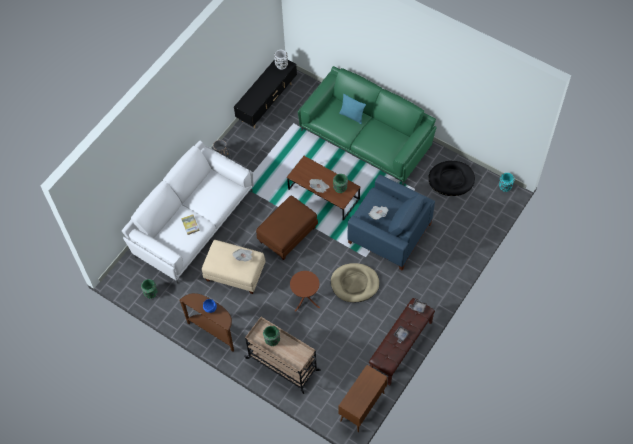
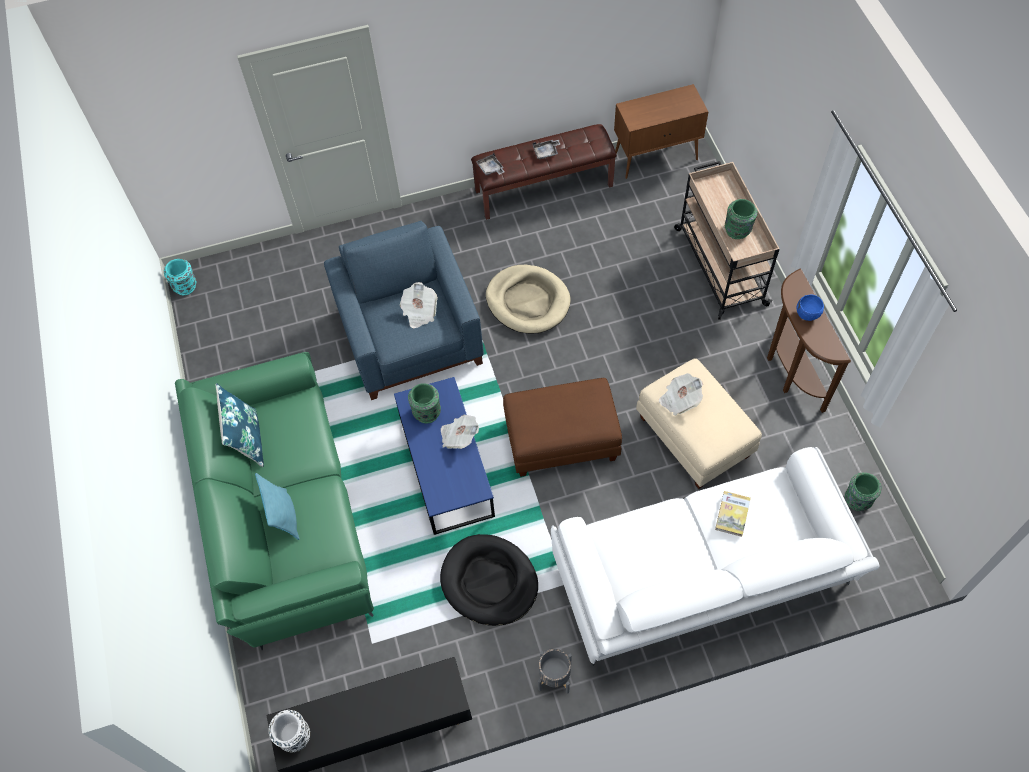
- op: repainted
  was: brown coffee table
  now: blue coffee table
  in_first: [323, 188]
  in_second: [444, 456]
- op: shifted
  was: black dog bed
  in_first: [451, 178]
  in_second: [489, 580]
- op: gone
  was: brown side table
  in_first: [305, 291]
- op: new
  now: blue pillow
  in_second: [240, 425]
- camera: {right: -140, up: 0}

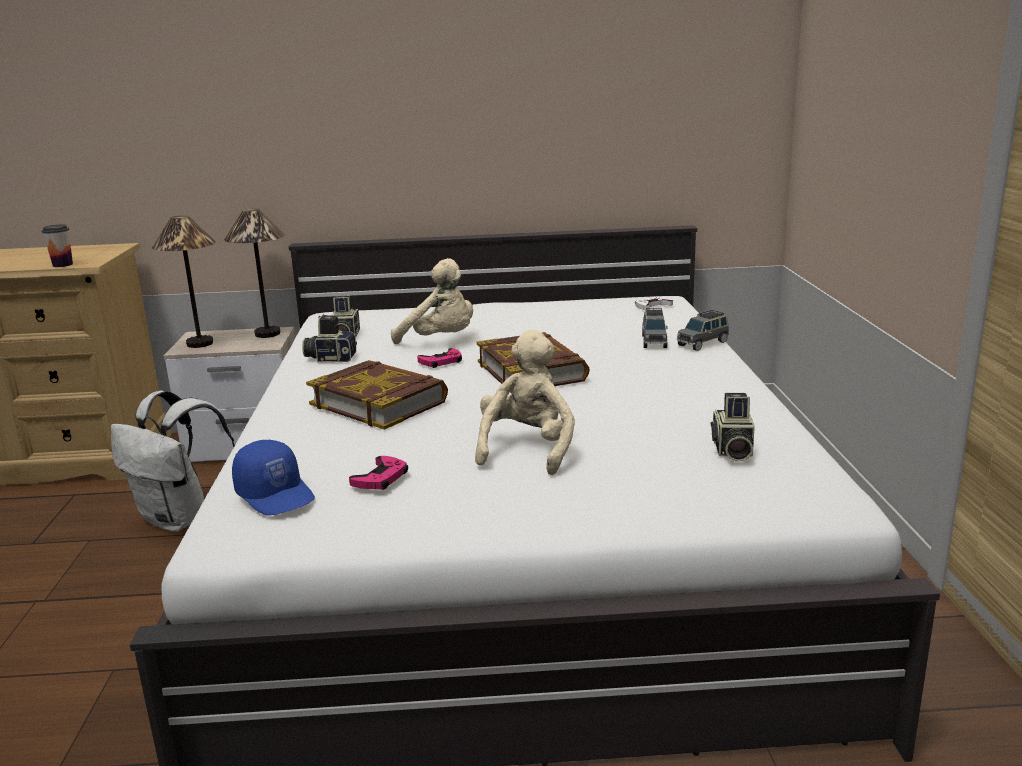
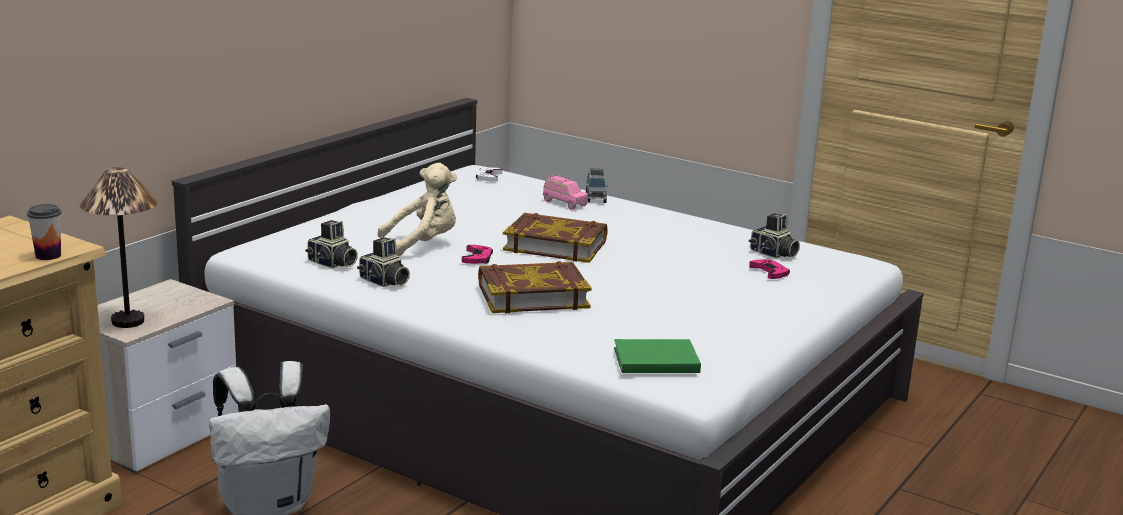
- op: gone
  was: table lamp
  in_first: [254, 273]
- op: repainted
  was: grey toy car
  now: pink toy car
  in_first: [655, 328]
  in_second: [565, 192]
- op: rotated
  was: photo camera
  in_first: [329, 338]
  in_second: [383, 262]
  clockwise: -90
- op: gone
  was: beige plush toy
  in_first: [525, 402]
- op: swapped
  was: blue cap
  now: green book
  in_first: [273, 477]
  in_second: [657, 356]
- op: shifted
  was: pink game controller
  in_first: [378, 473]
  in_second: [769, 269]
- camera: {right: -55, up: 0}

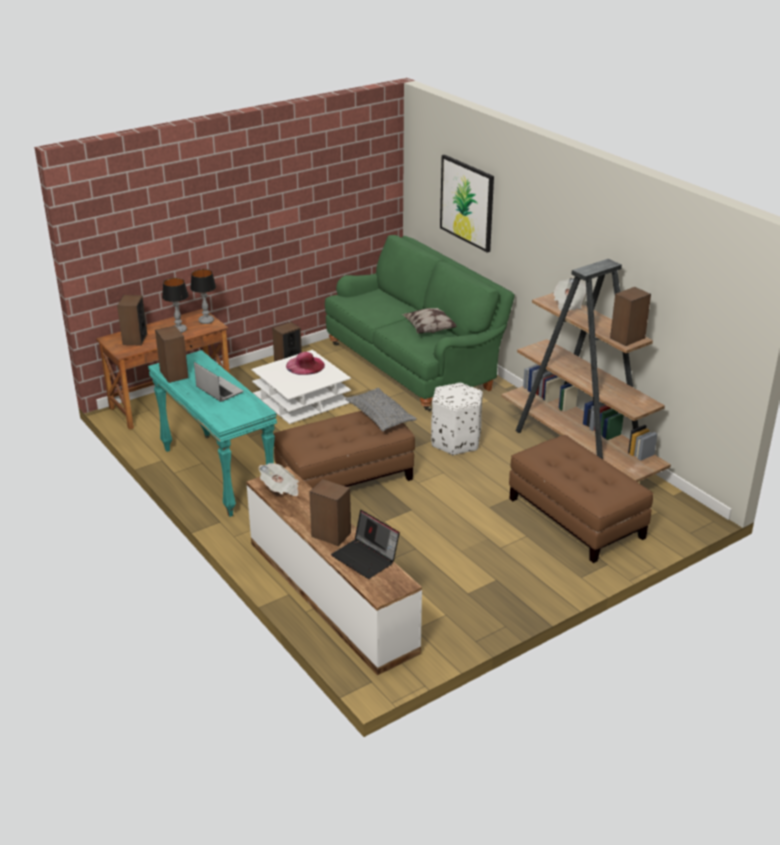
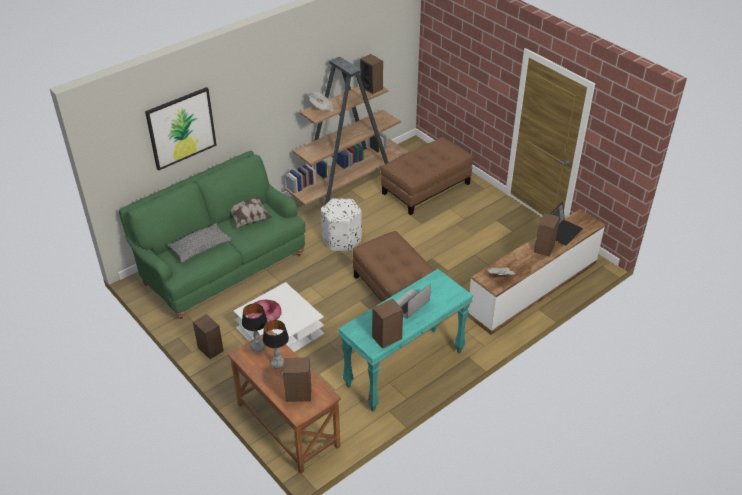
- op: shifted
  was: grey pillow
  in_first: [381, 409]
  in_second: [199, 243]
- camera: {right: -95, up: 10}

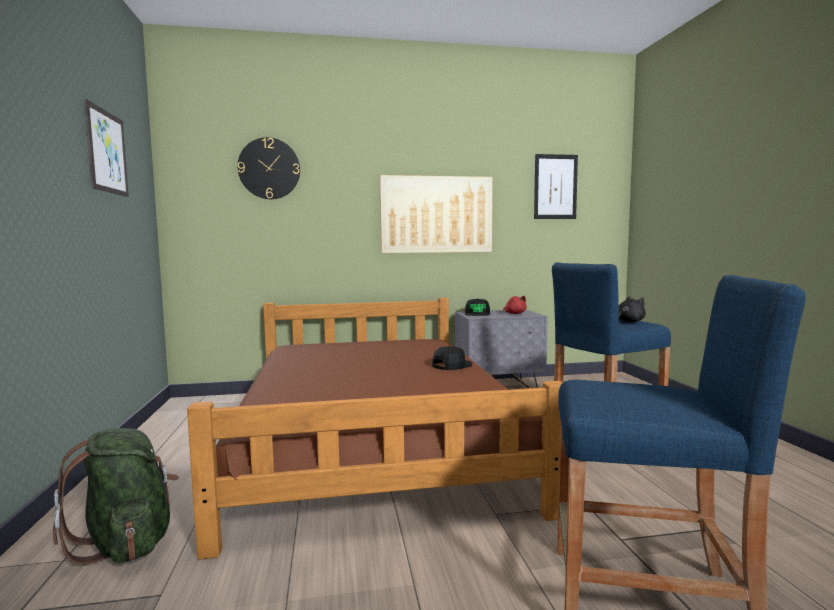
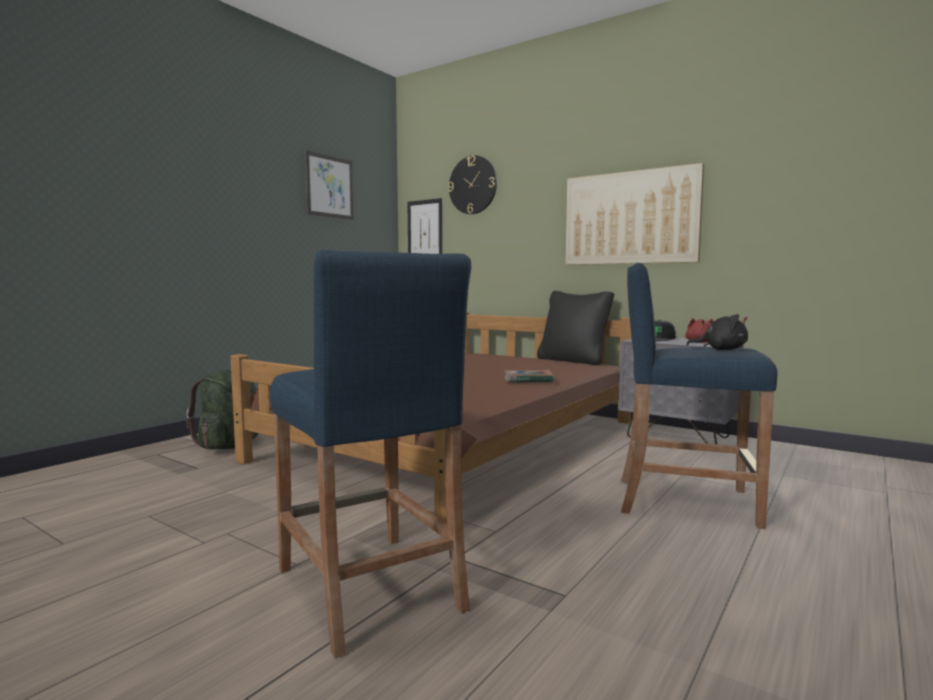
- op: shifted
  was: picture
  in_first: [556, 186]
  in_second: [424, 226]
- op: swapped
  was: black cap
  now: book
  in_first: [452, 358]
  in_second: [529, 376]
- op: new
  now: black pillow
  in_second: [575, 328]
- camera: {right: 45, up: 0}

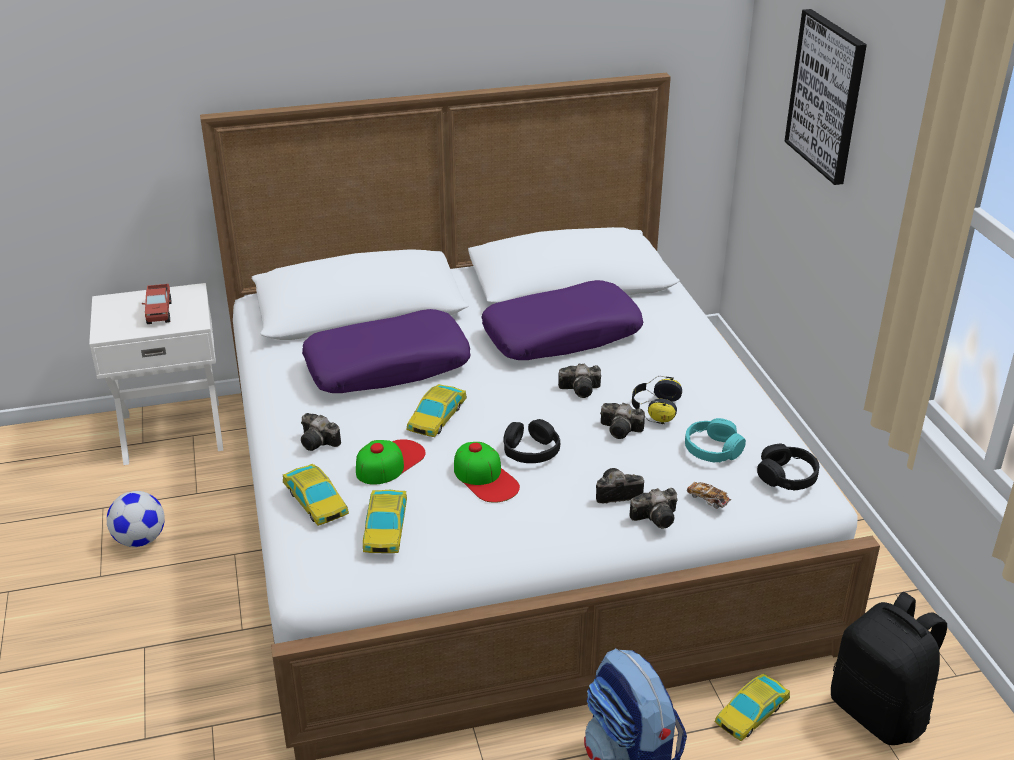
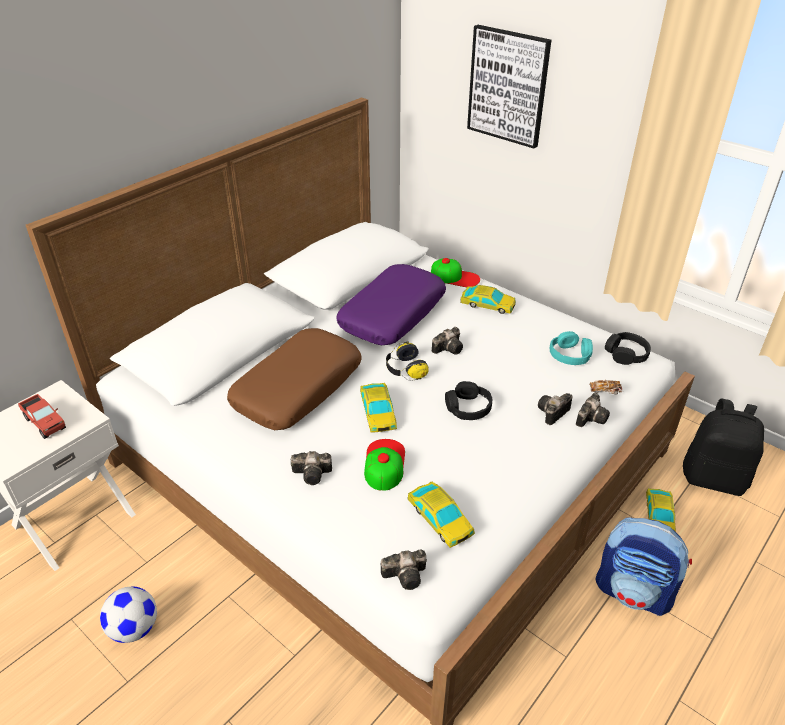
- op: repainted
  was: purple pillow
  now: brown pillow
  in_first: [386, 351]
  in_second: [294, 379]
- op: shifted
  was: headphones
  in_first: [657, 400]
  in_second: [407, 361]
- op: shifted
  was: photo camera
  in_first: [622, 421]
  in_second: [404, 569]
- op: shifted
  was: cap
  in_first: [487, 472]
  in_second: [455, 272]
- op: shifted
  was: toy car
  in_first: [316, 495]
  in_second: [488, 299]
- camera: {right: -35, up: 5}

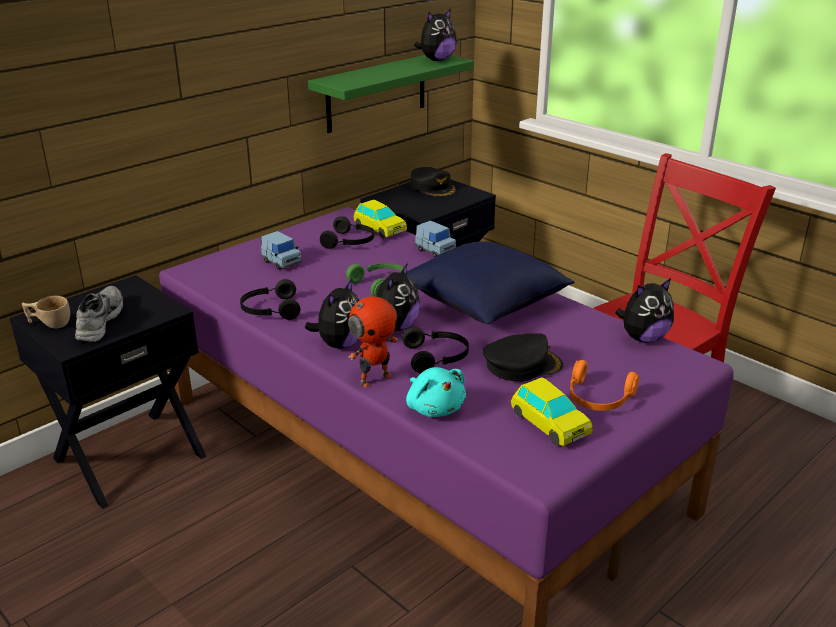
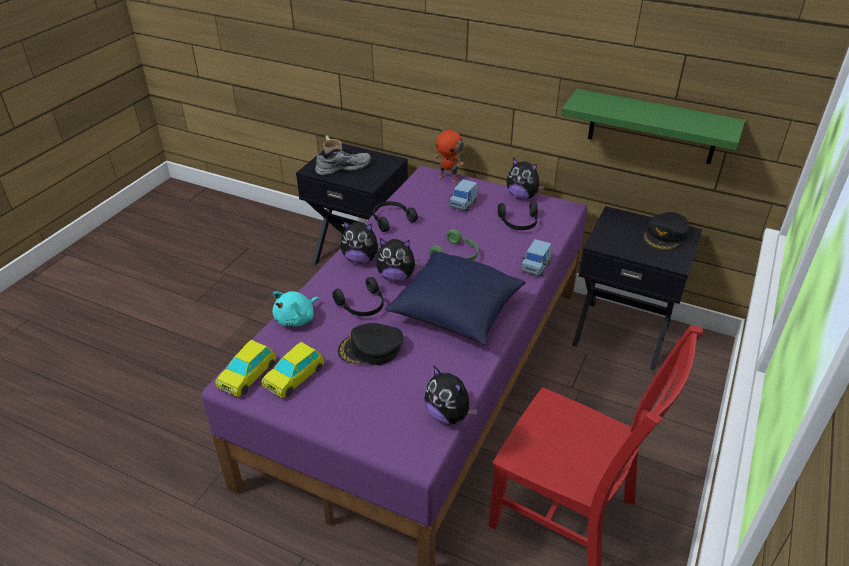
- op: shifted
  was: plush toy
  in_first: [435, 34]
  in_second: [525, 179]
- op: shifted
  was: toy car
  in_first: [380, 219]
  in_second: [245, 368]
- op: shifted
  was: toy robot
  in_first: [373, 342]
  in_second: [449, 153]
- op: rotated
  was: black cap
  in_first: [523, 357]
  in_second: [370, 344]
  clockwise: 120
- op: gone
  was: orange headphones
  in_first: [604, 385]
- camera: {right: 70, up: 10}

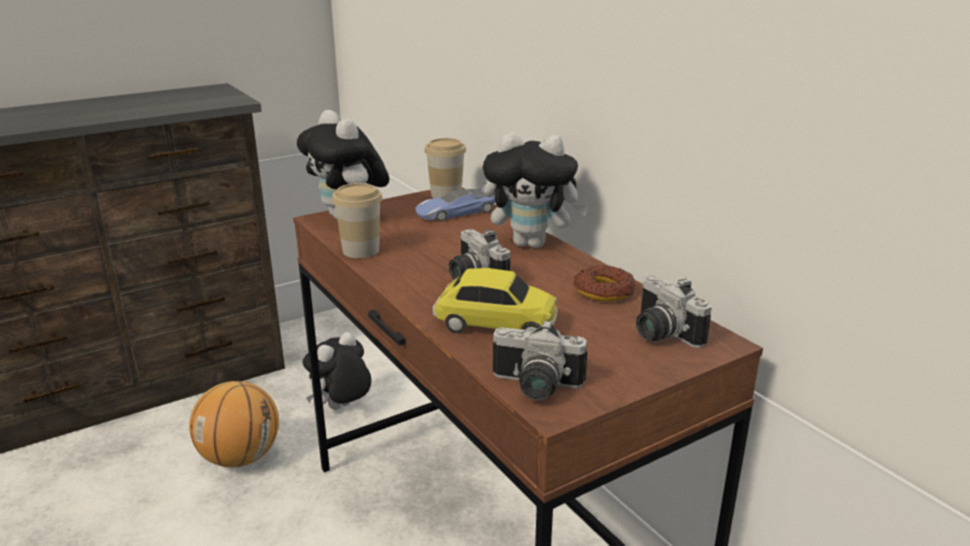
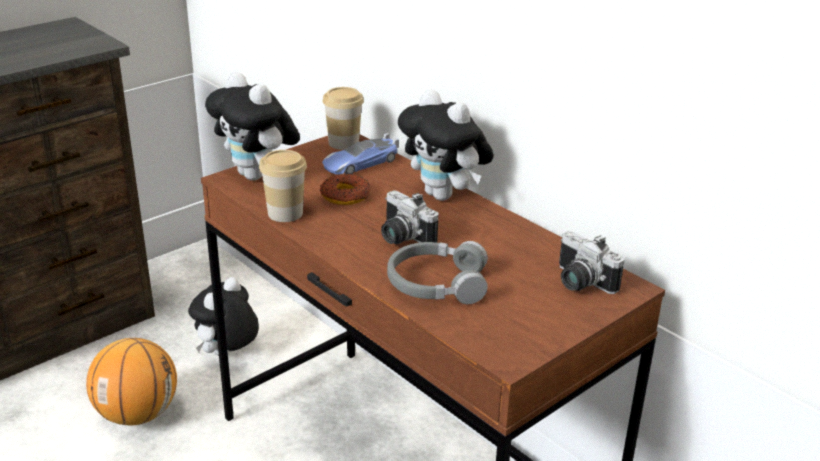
- op: rotated
  was: plush toy
  in_first: [536, 190]
  in_second: [446, 145]
  clockwise: 45
- op: shifted
  was: donut
  in_first: [604, 283]
  in_second: [345, 189]
- op: swapped
  was: toy car
  now: grey headphones
  in_first: [495, 300]
  in_second: [437, 272]
- op: gone
  was: photo camera
  in_first: [540, 360]
- camera: {right: -10, up: 5}

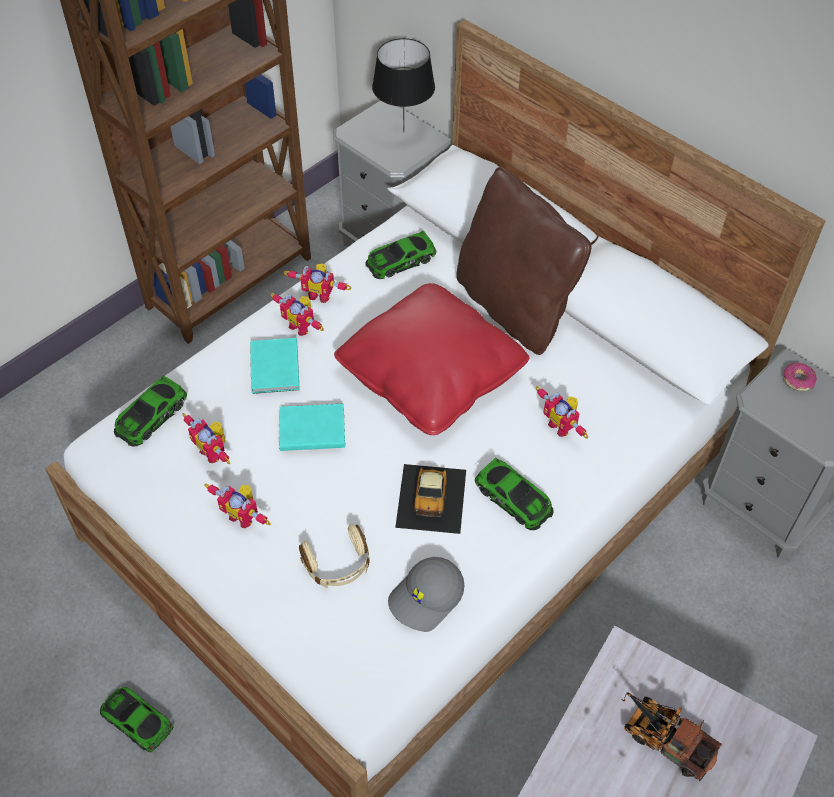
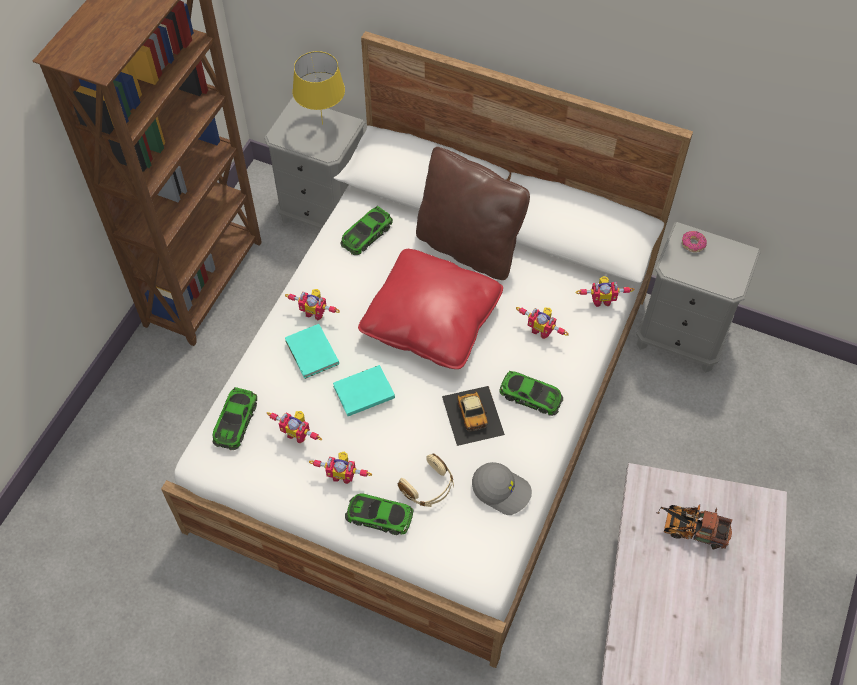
- op: repainted
  was: black table lamp
  now: yellow table lamp
  in_first: [403, 85]
  in_second: [318, 88]
- op: shifted
  was: toy robot
  in_first: [317, 283]
  in_second: [605, 291]
- op: rotated
  was: grey cap
  in_first: [426, 594]
  in_second: [502, 488]
  clockwise: -90
- op: shifted
  was: toy car
  in_first: [137, 719]
  in_second: [379, 514]
- camera: {right: -20, up: 5}

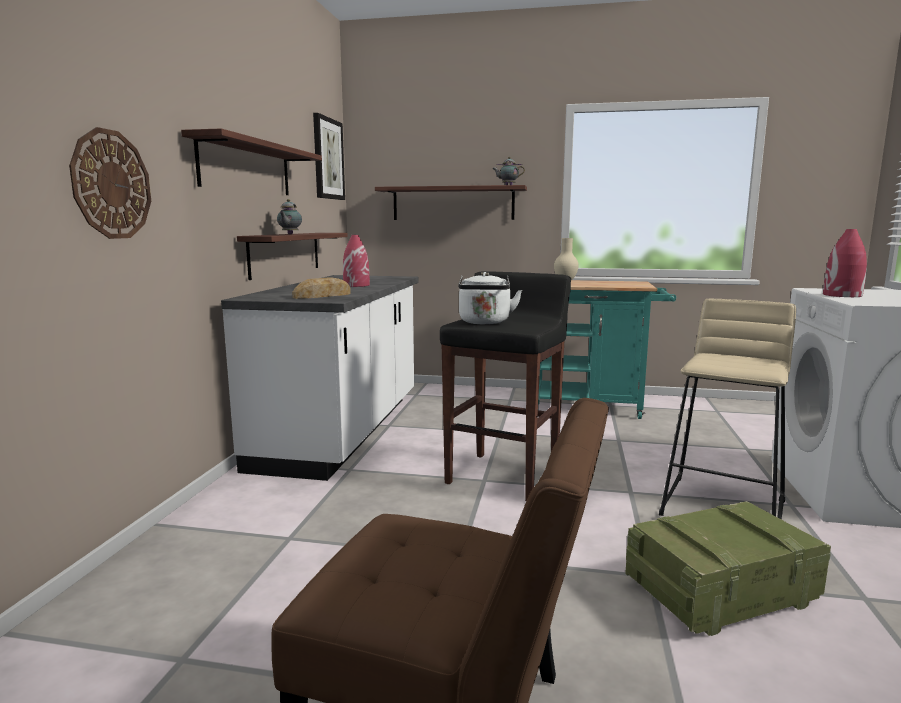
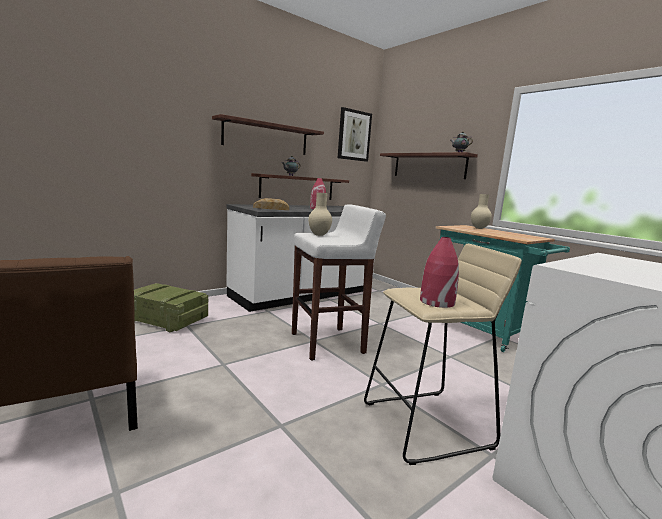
- op: gone
  was: wall clock
  in_first: [110, 183]
- op: shifted
  was: red vase
  in_first: [845, 263]
  in_second: [439, 272]
- op: repainted
  was: black stool
  now: white stool
  in_first: [505, 386]
  in_second: [339, 282]
- op: swapped
  was: white kettle
  now: beige vase
  in_first: [490, 298]
  in_second: [320, 214]
- op: shifted
  was: crate
  in_first: [728, 568]
  in_second: [171, 307]
- camera: {right: 40, up: 0}

